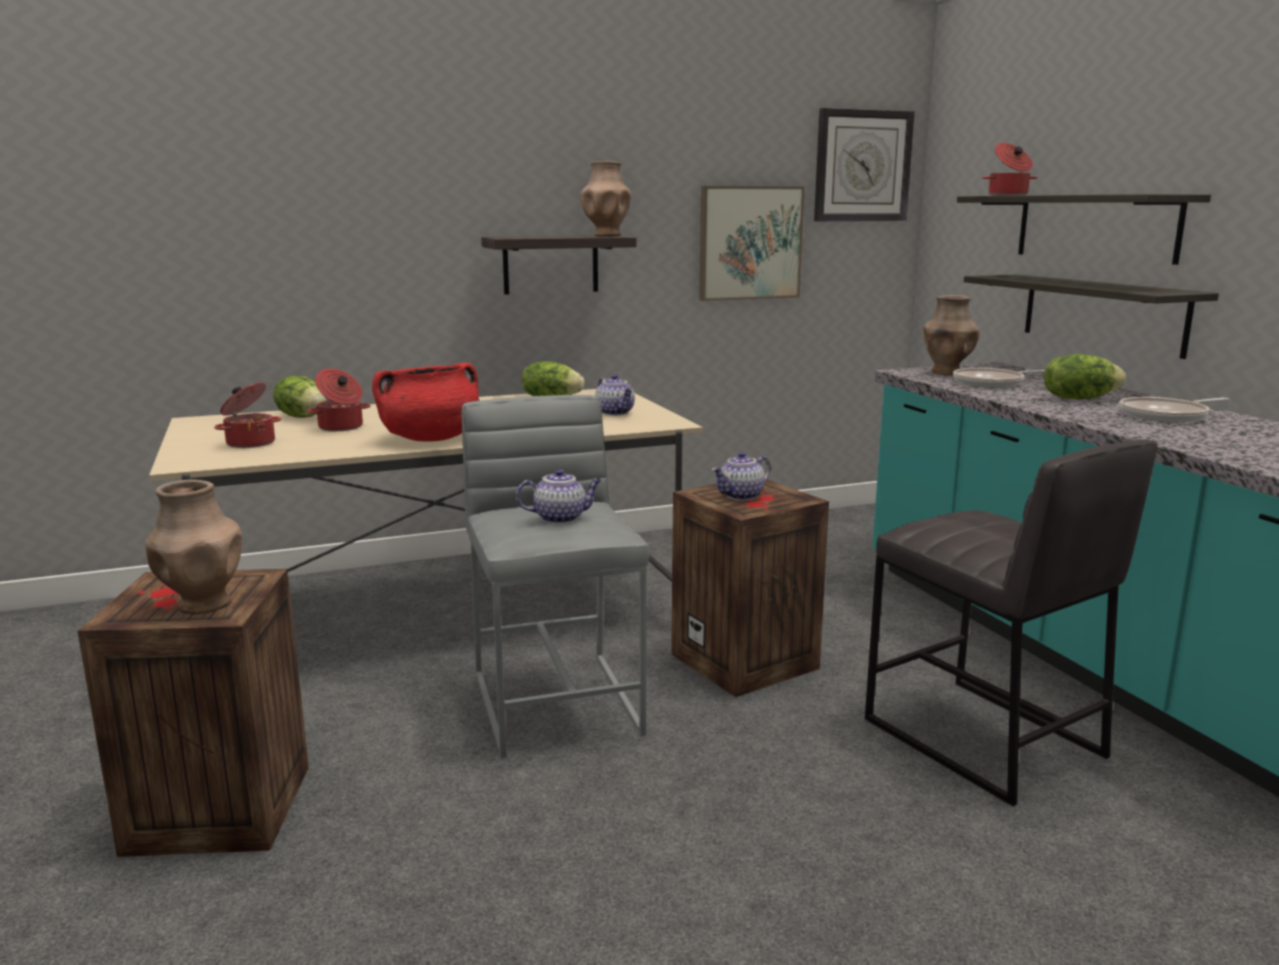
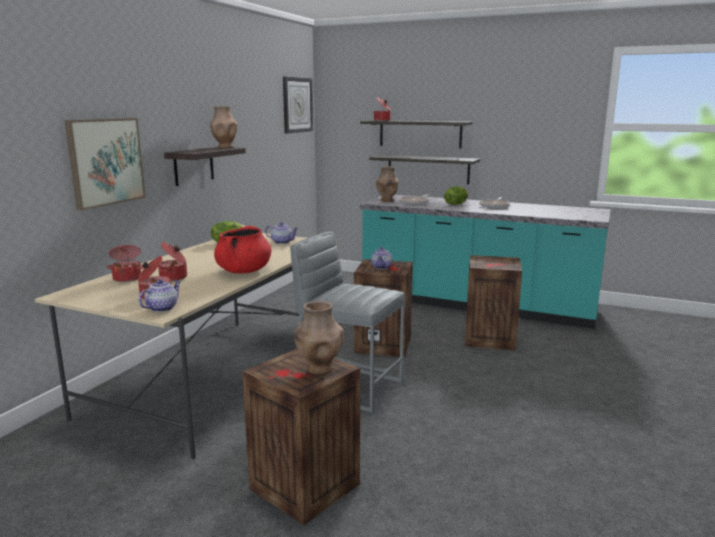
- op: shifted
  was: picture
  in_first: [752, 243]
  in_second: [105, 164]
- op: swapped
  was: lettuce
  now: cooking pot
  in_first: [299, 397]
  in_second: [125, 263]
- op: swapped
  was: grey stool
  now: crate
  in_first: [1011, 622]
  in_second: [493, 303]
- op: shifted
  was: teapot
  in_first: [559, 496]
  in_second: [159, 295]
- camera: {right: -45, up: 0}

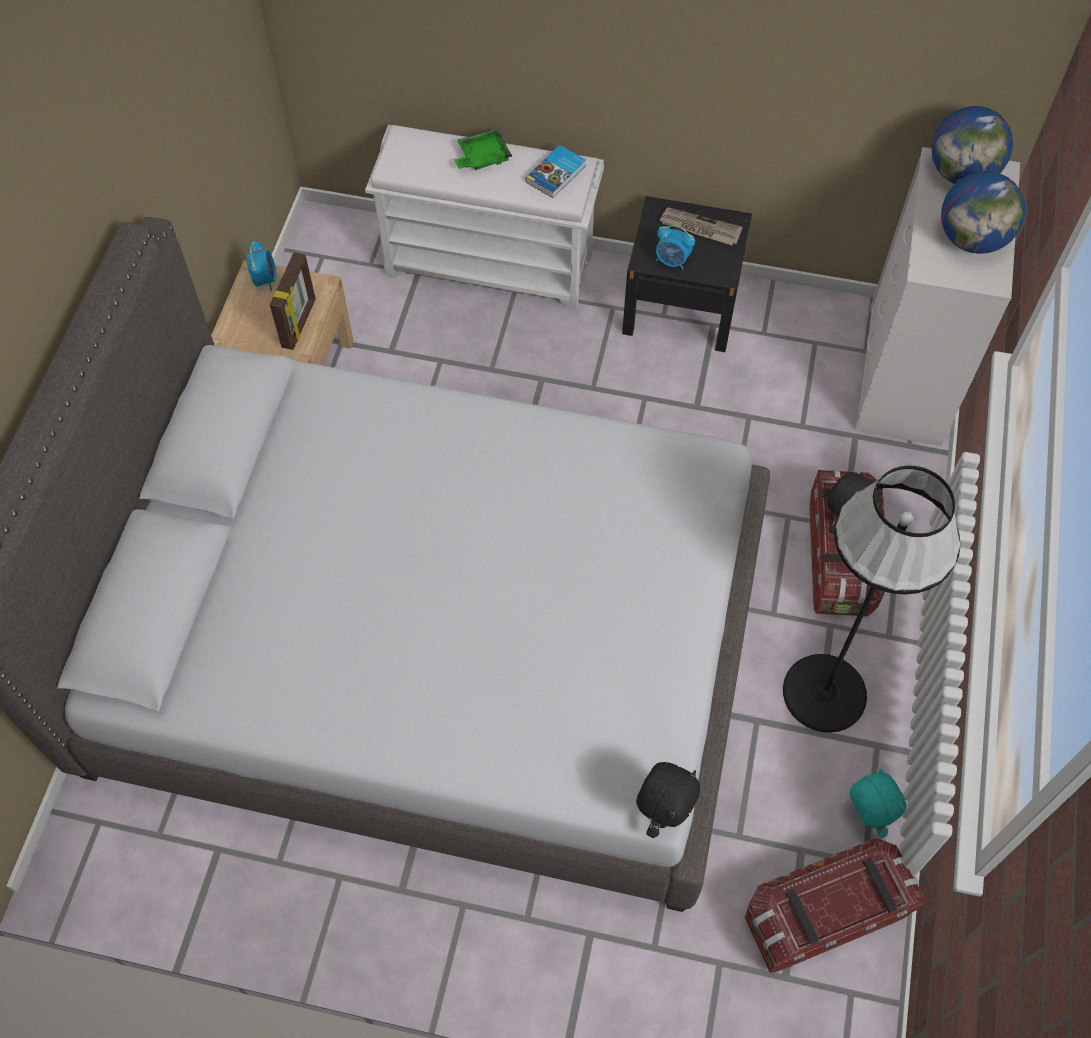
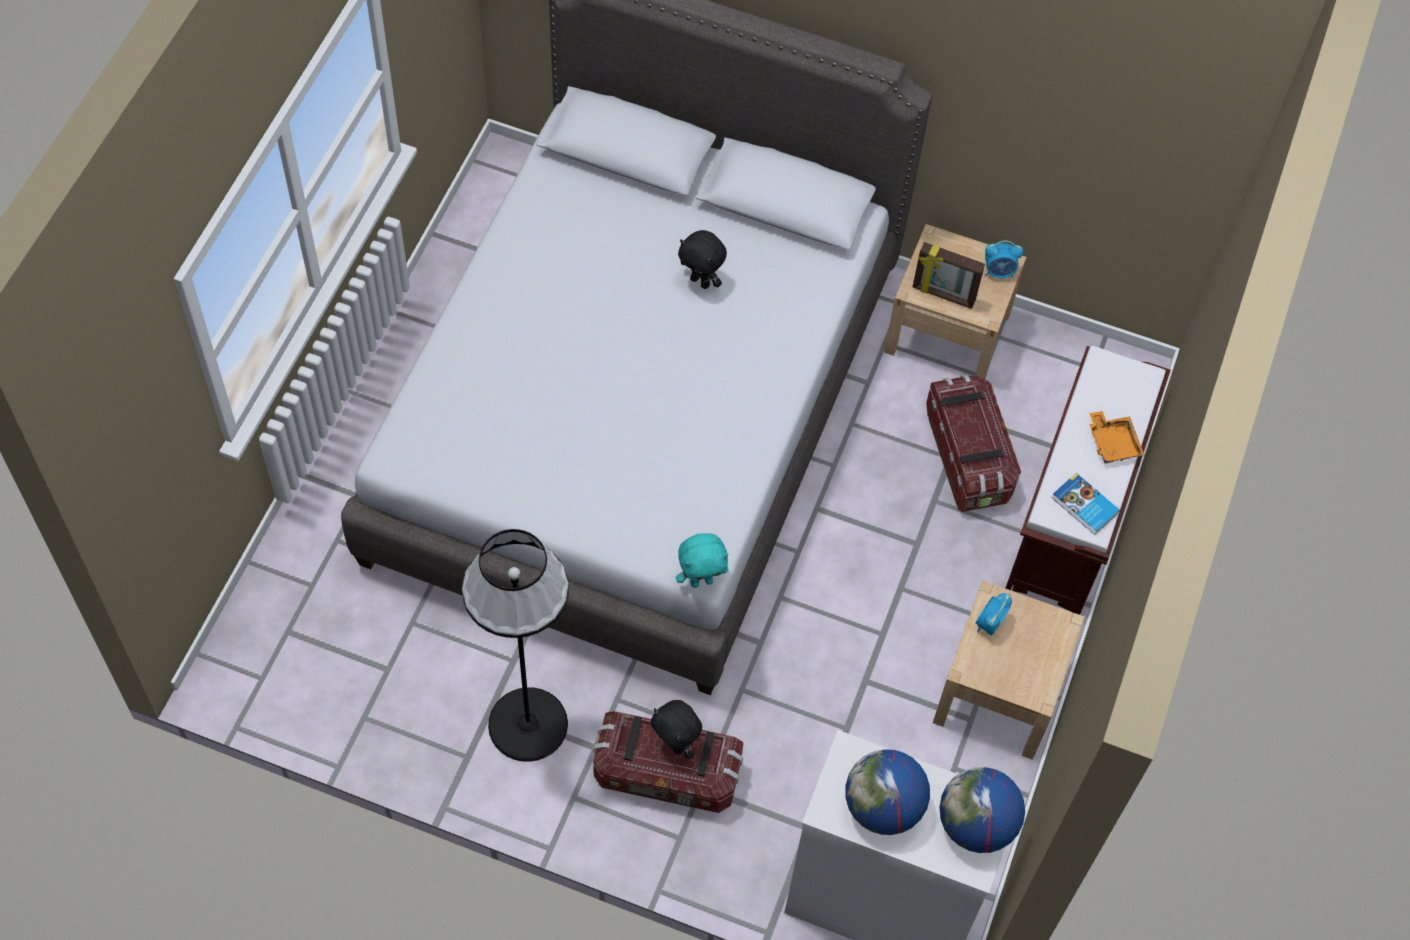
- op: repainted
  was: white bench
  now: brown bench
  in_first: [484, 217]
  in_second: [1088, 480]
- op: repainted
  was: green tray
  now: orange tray
  in_first: [483, 149]
  in_second: [1116, 437]
- op: repainted
  was: black nightstand
  now: beige nightstand
  in_first: [687, 274]
  in_second: [1009, 670]
- op: gone
  was: newspaper
  in_first: [700, 226]
- op: shifted
  was: black plush toy
  in_first: [668, 800]
  in_second: [702, 259]
- op: shifted
  was: turquoise plush toy
  in_first: [878, 803]
  in_second: [702, 560]
- op: shifted
  was: storage box
  in_first: [835, 905]
  in_second: [973, 443]
- camera: {right: 95, up: 0}

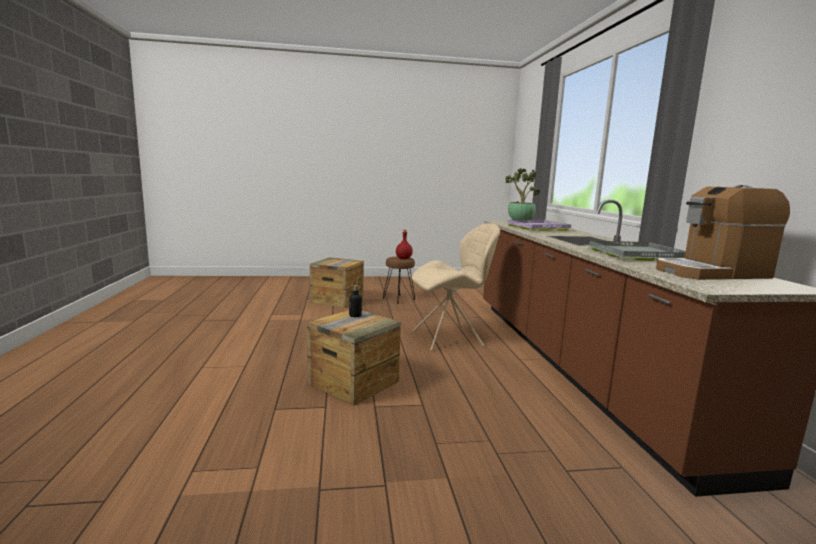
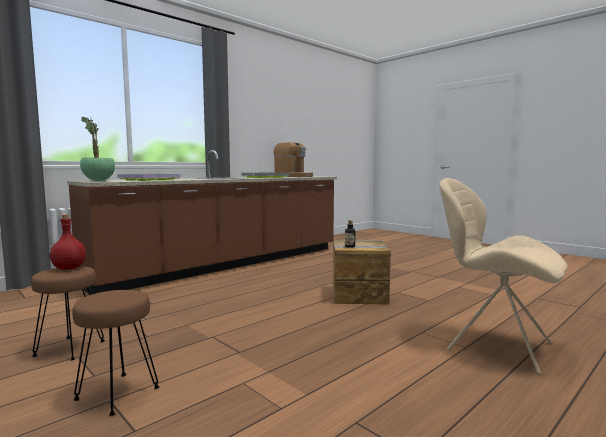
- op: shifted
  was: beige chair
  in_first: [455, 287]
  in_second: [503, 276]
- op: swapped
  was: crate
  now: brown stool
  in_first: [337, 282]
  in_second: [116, 353]
- camera: {right: -125, up: -5}

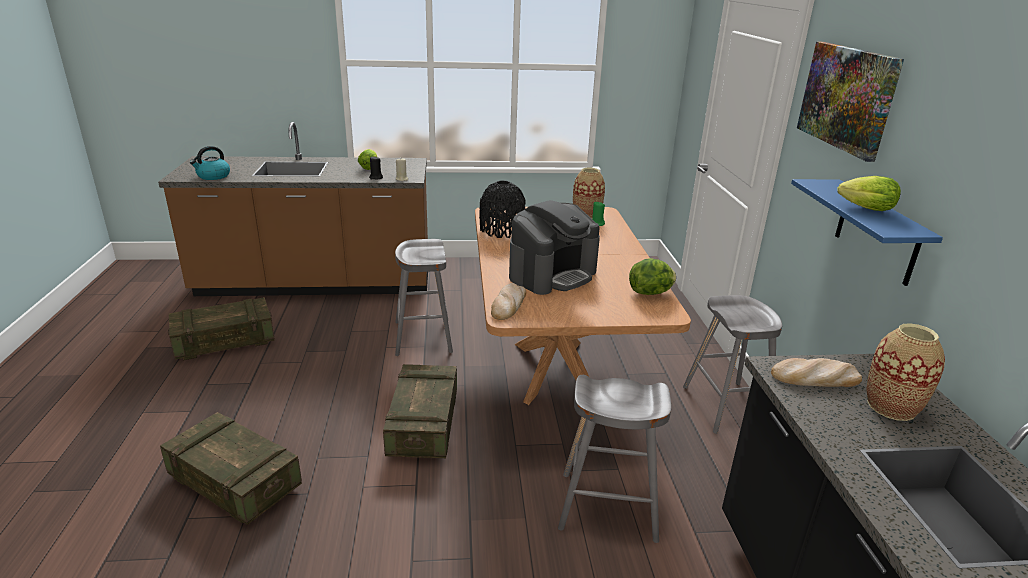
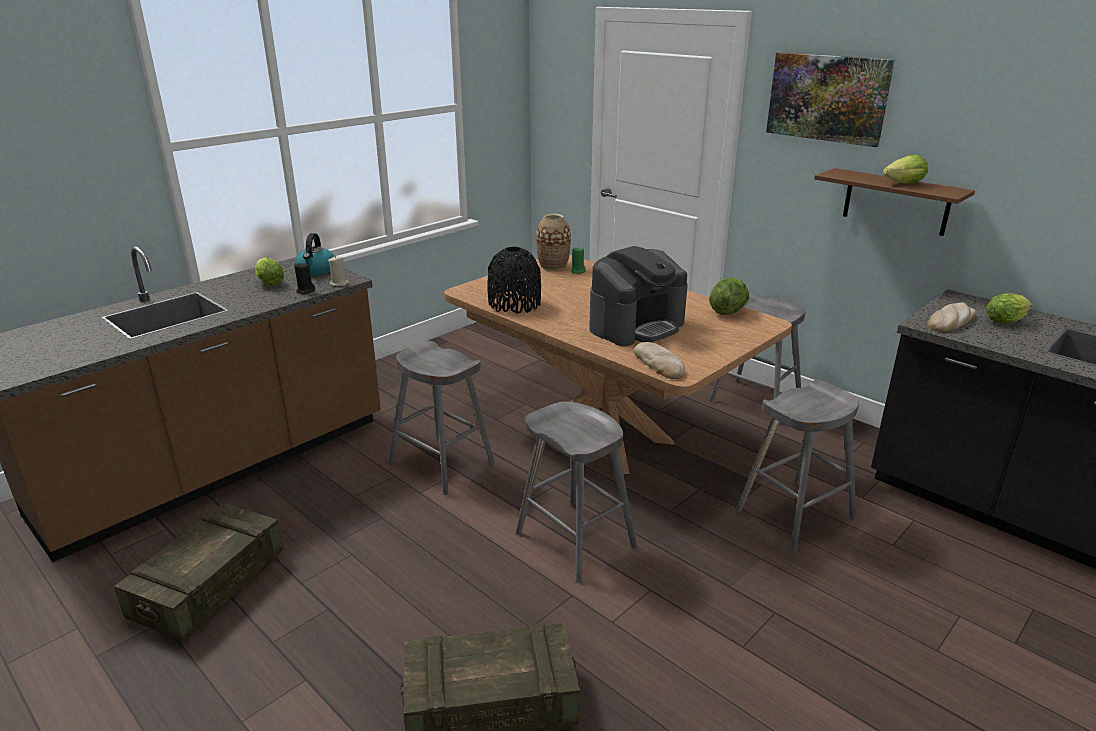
- op: shifted
  was: kettle
  in_first: [210, 163]
  in_second: [315, 254]
- op: repainted
  was: blue shelf
  now: brown shelf
  in_first: [867, 232]
  in_second: [894, 202]
- op: rotated
  was: coffee machine
  in_first: [554, 247]
  in_second: [638, 296]
  clockwise: 45
- op: swapped
  was: vase
  now: lettuce
  in_first: [905, 372]
  in_second: [1009, 308]
- op: swapped
  was: crate
  now: grey stool
  in_first: [420, 411]
  in_second: [576, 491]
- camera: {right: -40, up: 0}

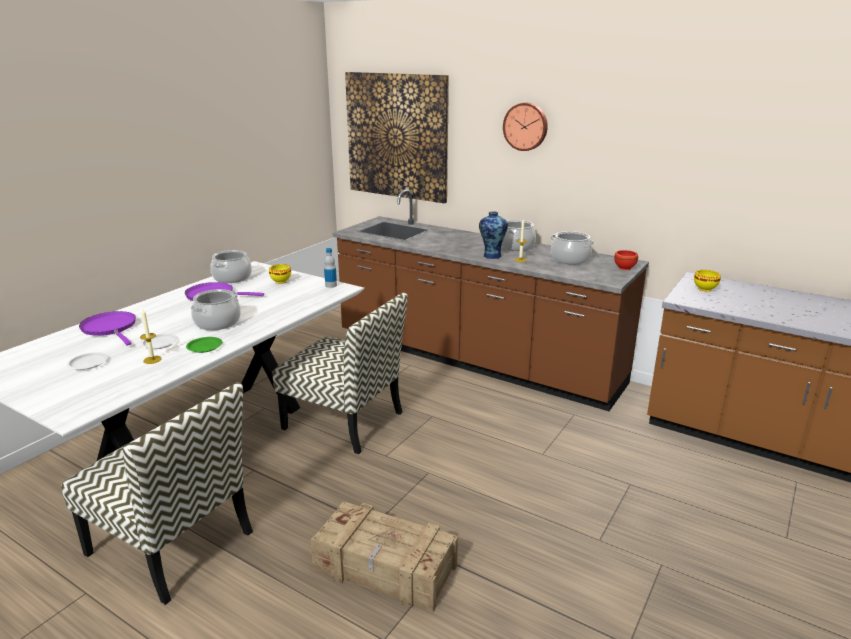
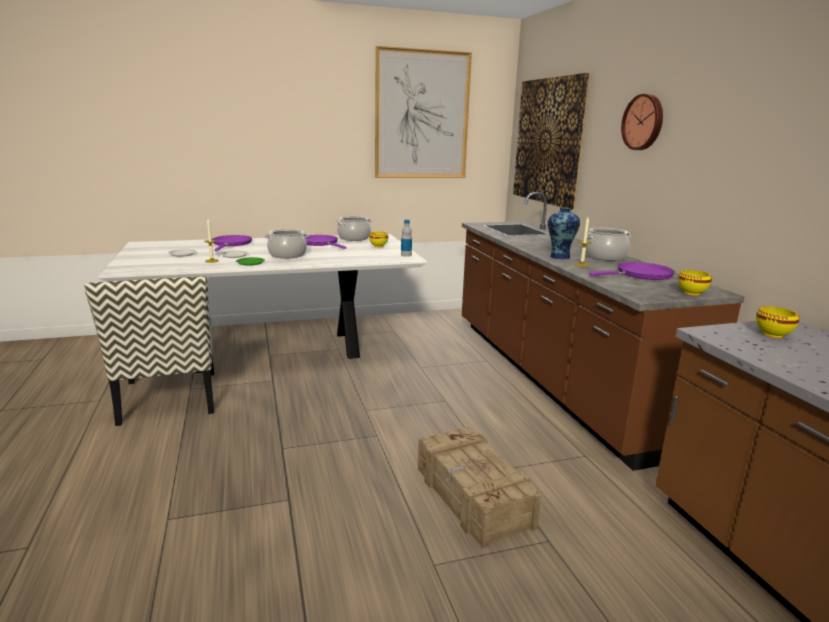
- op: swapped
  was: cooking pot
  now: purple frying pan
  in_first: [572, 247]
  in_second: [632, 271]
- op: repainted
  was: red bowl
  now: yellow bowl
  in_first: [626, 260]
  in_second: [695, 283]
- op: gone
  was: chair
  in_first: [340, 373]
- op: shifted
  was: crate
  in_first: [384, 557]
  in_second: [480, 488]
- op: new
  now: picture
  in_second: [423, 112]
- camera: {right: 40, up: -5}

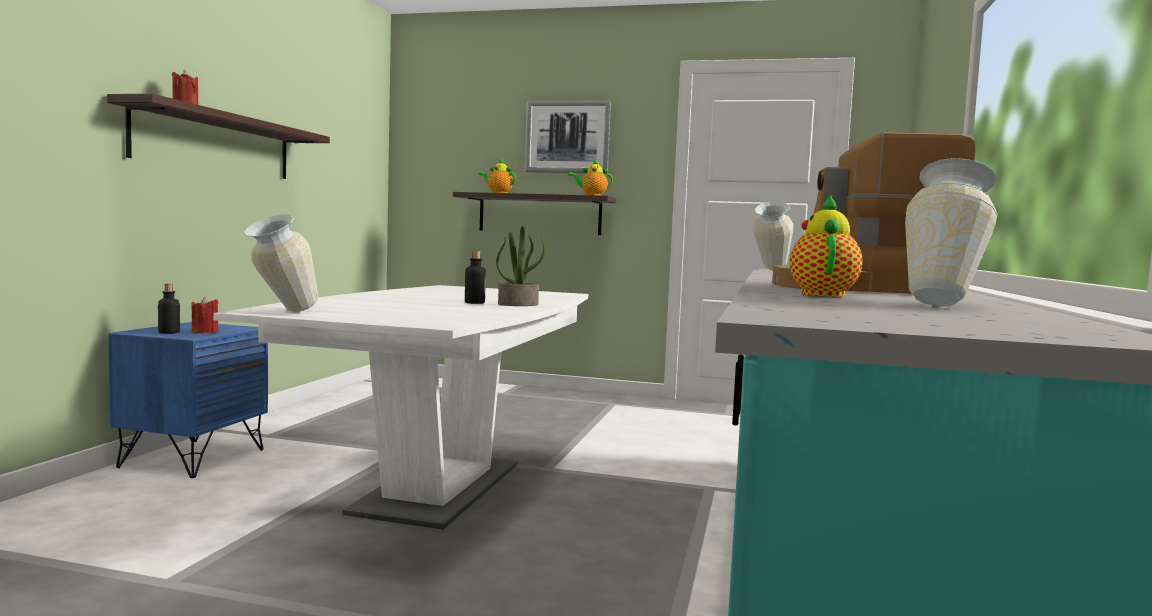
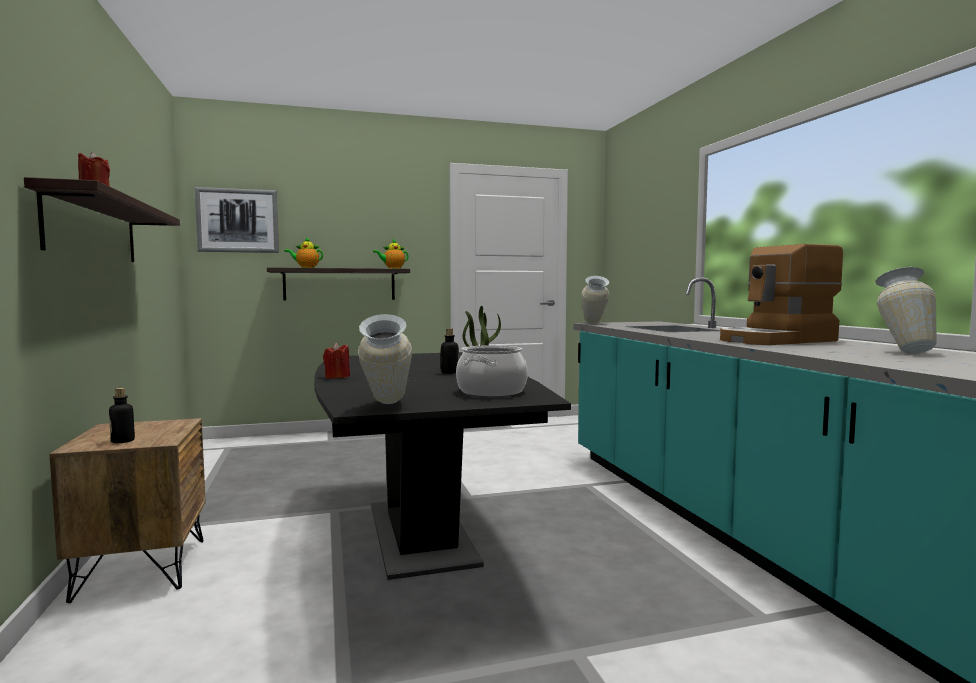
- op: shifted
  was: picture
  in_first: [568, 137]
  in_second: [236, 220]
- op: gone
  was: teapot
  in_first: [826, 246]
- op: repainted
  was: white dining table
  now: black dining table
  in_first: [400, 407]
  in_second: [442, 466]
- op: shifted
  was: red candle
  in_first: [205, 315]
  in_second: [336, 360]
- op: repainted
  was: blue nightstand
  now: brown nightstand
  in_first: [188, 400]
  in_second: [127, 510]
- op: new
  now: cooking pot
  in_second: [492, 371]
- camera: {right: -30, up: 0}

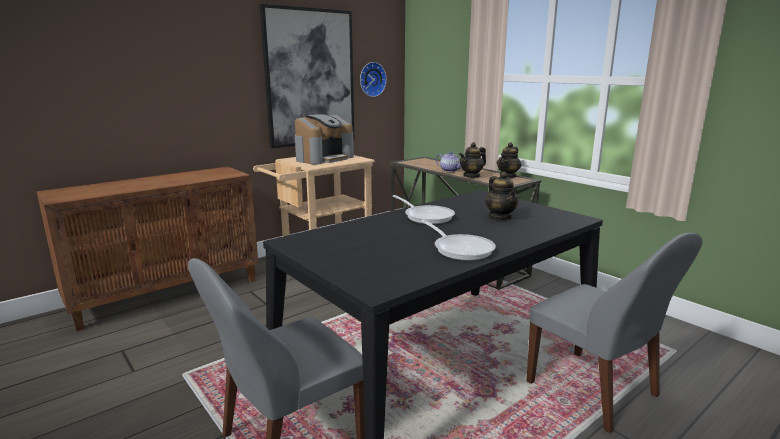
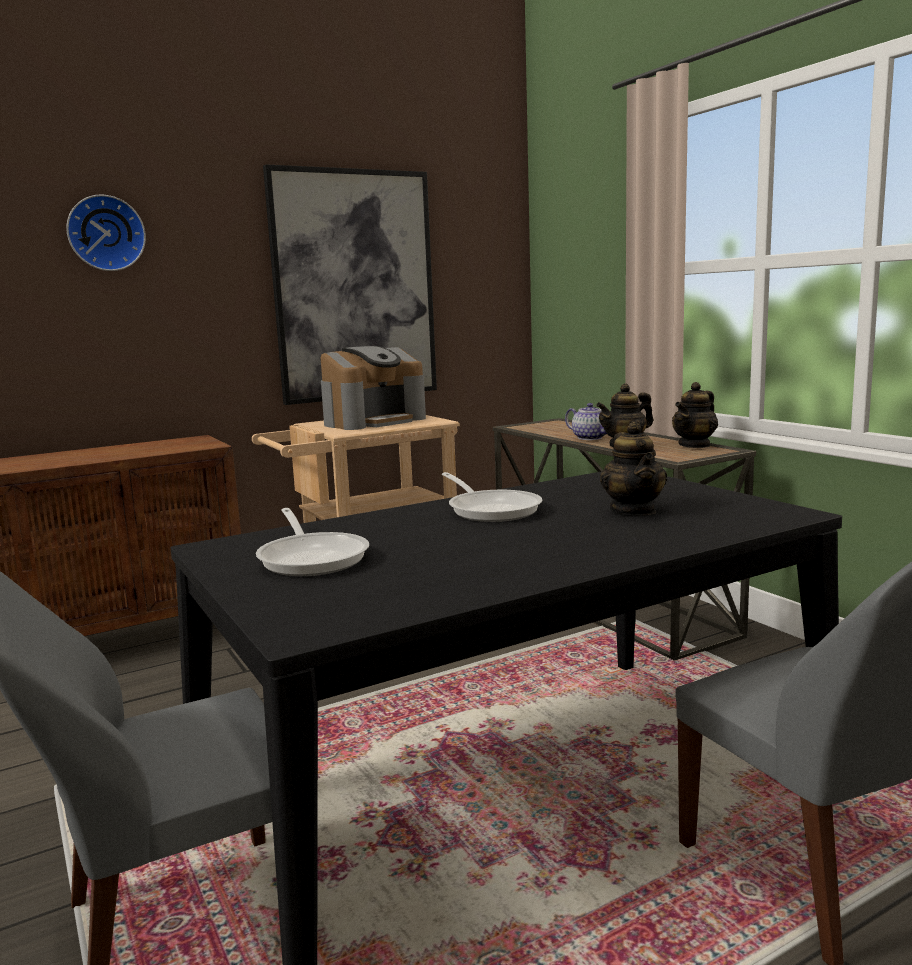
- op: shifted
  was: wall clock
  in_first: [373, 79]
  in_second: [106, 233]
- op: shifted
  was: frying pan
  in_first: [458, 240]
  in_second: [312, 542]
- camera: {right: 10, up: -5}

